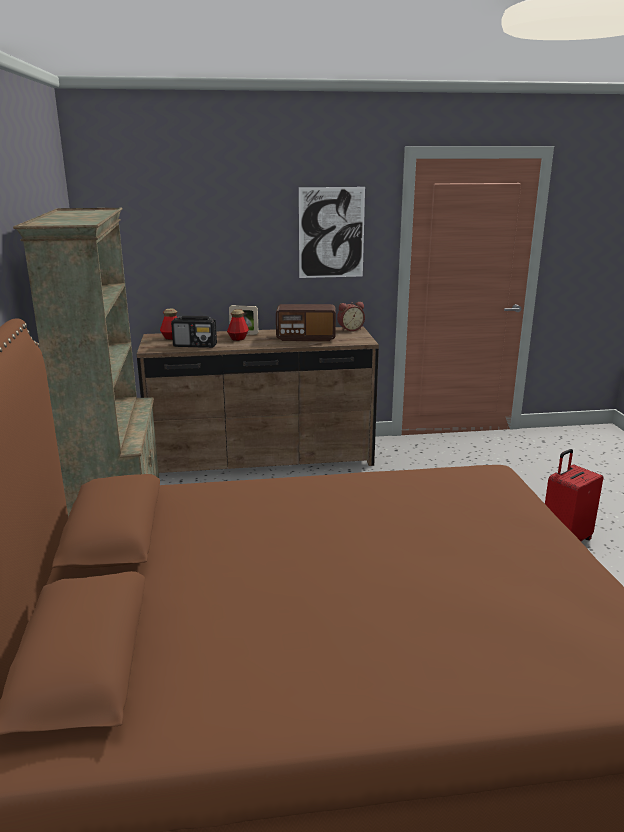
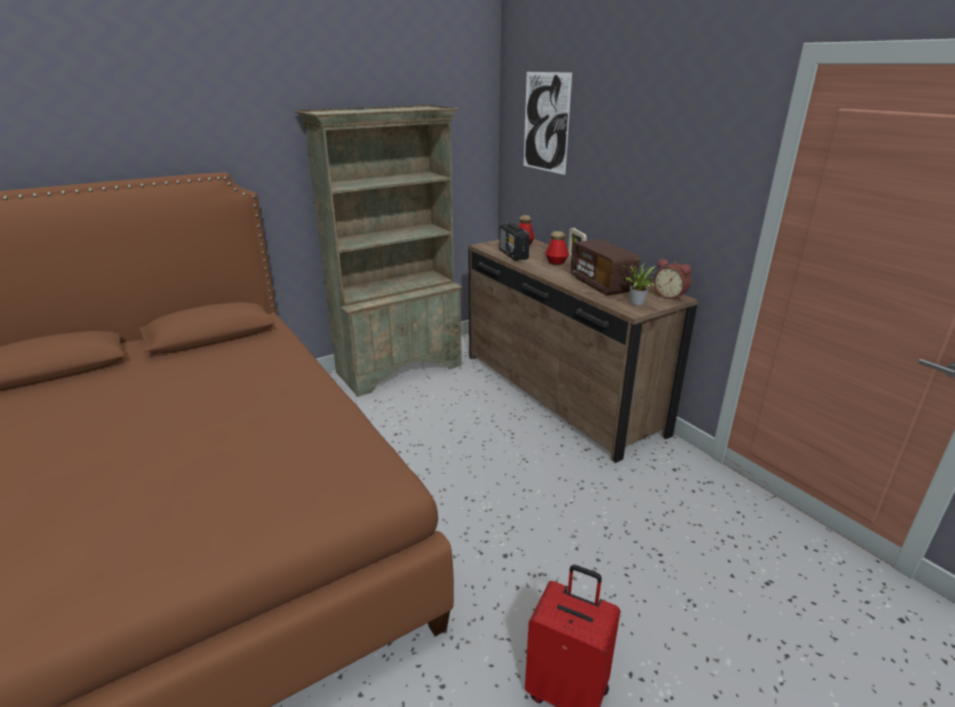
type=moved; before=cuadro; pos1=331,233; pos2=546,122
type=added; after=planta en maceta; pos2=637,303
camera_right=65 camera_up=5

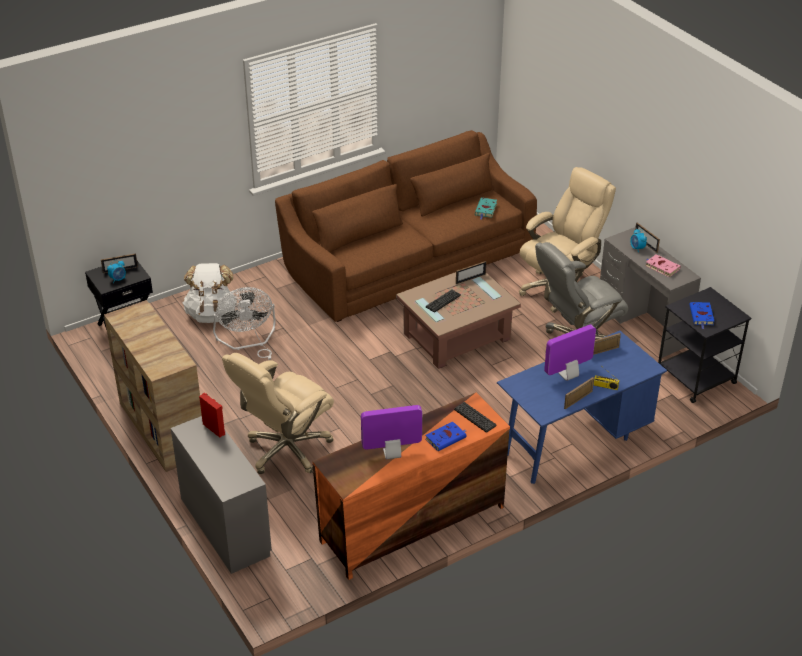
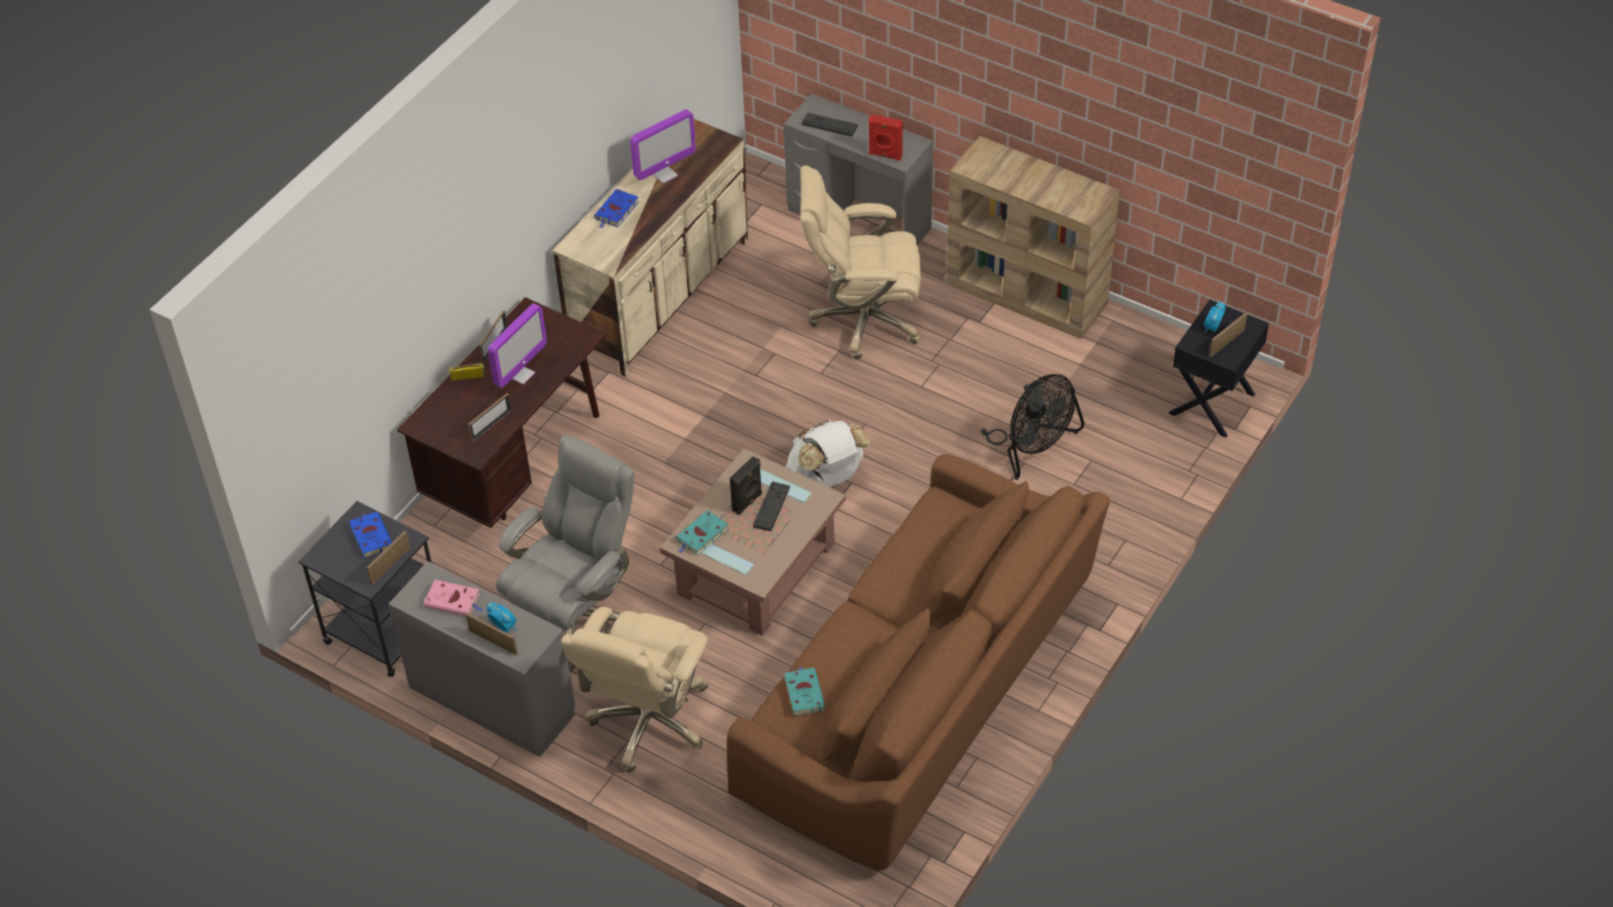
type=moved; before=portarretratos; pos1=470,279; pos2=390,565
type=recoloured; before=escritorio/azul; after=escritorio/marrón; pos1=574,443; pos2=517,463
type=recoloured; before=armario/naranja; after=armario/beis; pos1=410,524; pos2=662,294
type=added; after=libro/turquesa; pos2=701,536
type=added; after=altavoz/negro; pos2=748,502
type=moved; before=mochila/blanco; pos1=211,314; pos2=826,478
type=turned; before=silla de oficina/beis; pos1=285,451; pos2=862,321; turn=-105
type=moved; before=teclado; pos1=475,417; pos2=829,125
type=recoloured; before=ventilador/blanco; after=ventilador/negro; pos1=250,341; pos2=1031,447
camera_right=155 camera_up=10

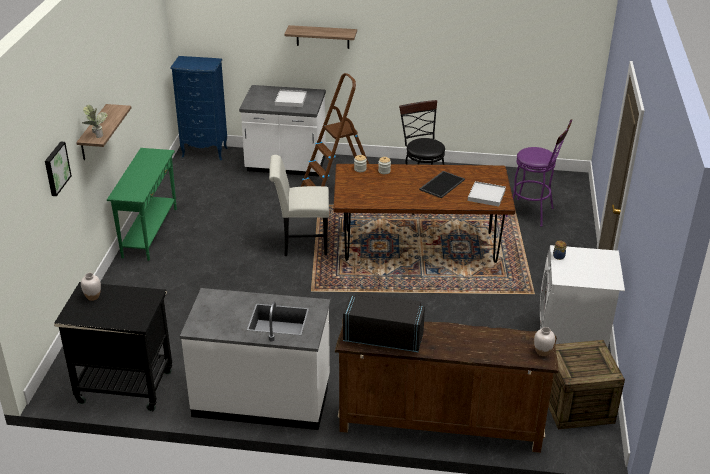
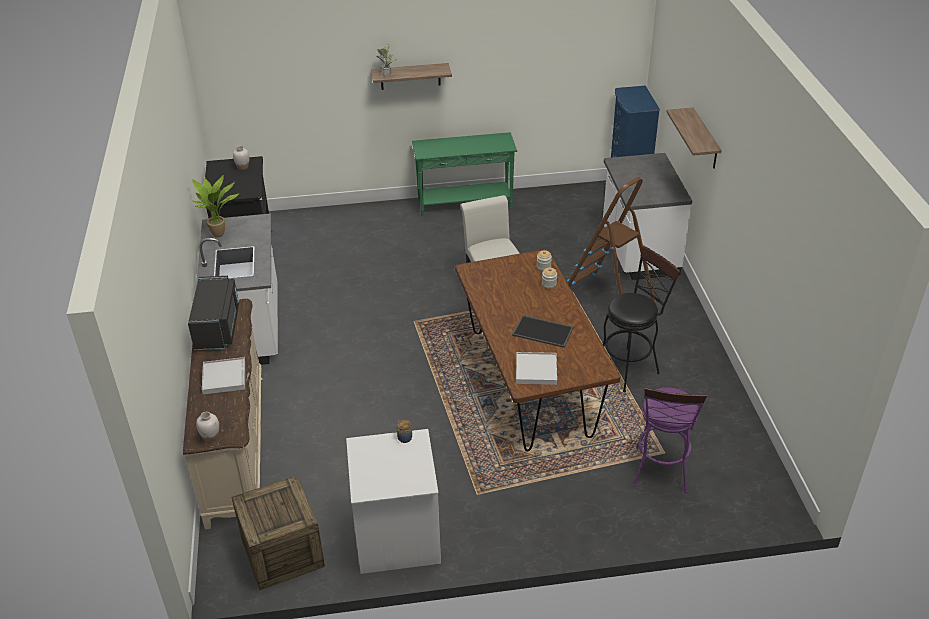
type=added; after=planta en maceta; pos2=220,234
type=moved; before=bandeja/blanco; pos1=290,100; pos2=224,377
type=removed; before=cuadro; pos1=56,168
camera_right=75 camera_up=5

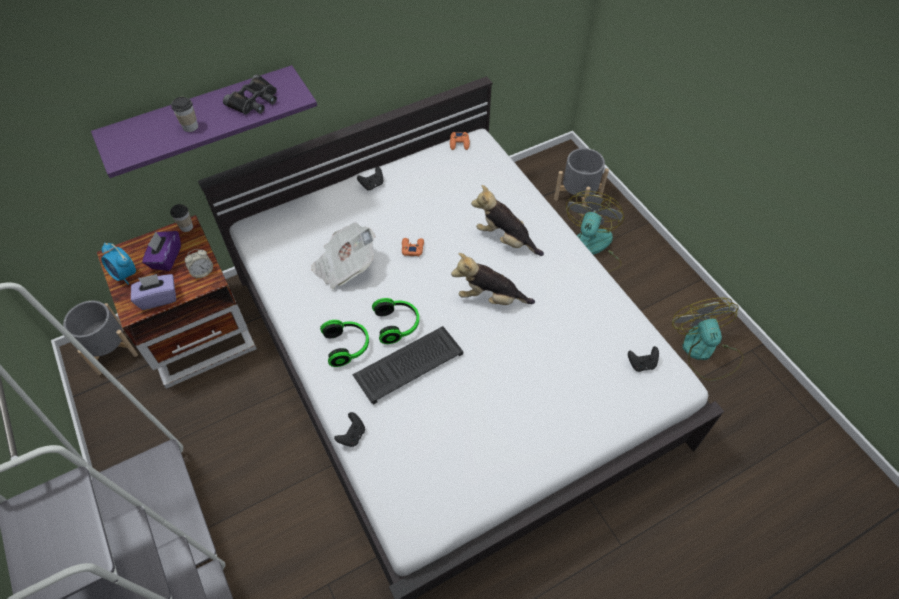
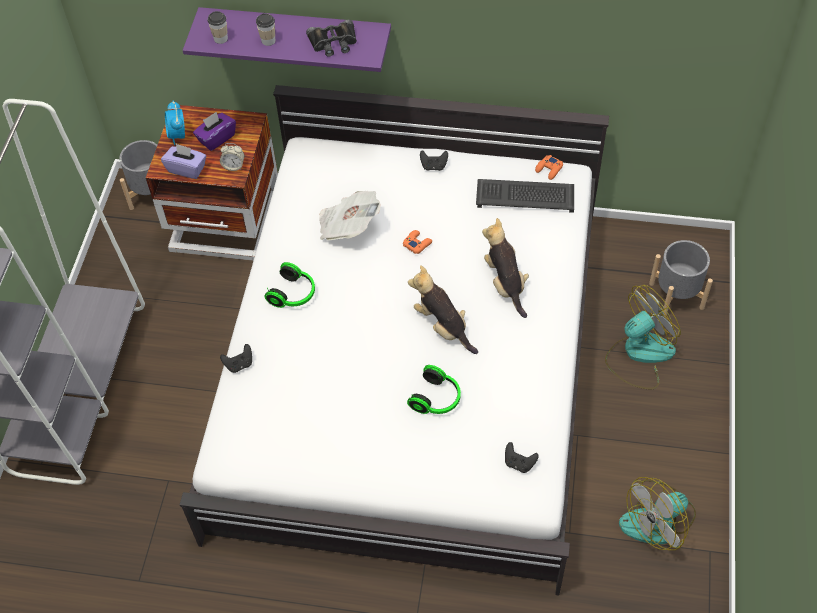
type=moved; before=taza; pos1=186,227; pos2=221,38
type=moved; before=auriculares; pos1=397,325; pos2=437,399
type=moved; before=teclado; pos1=409,363; pos2=526,196
type=turned; before=ventilador; pos1=704,351; pos2=658,520; turn=-150
camera_right=40 camera_up=0

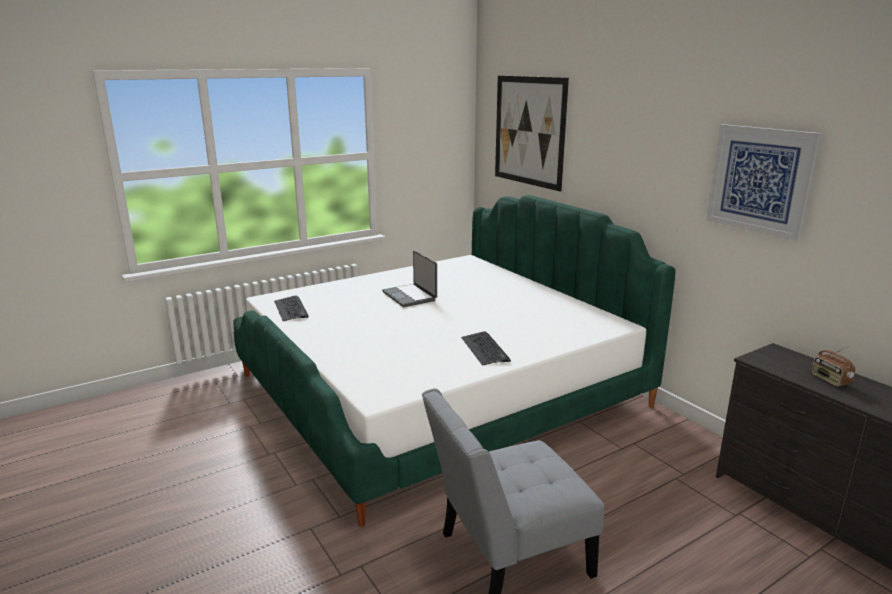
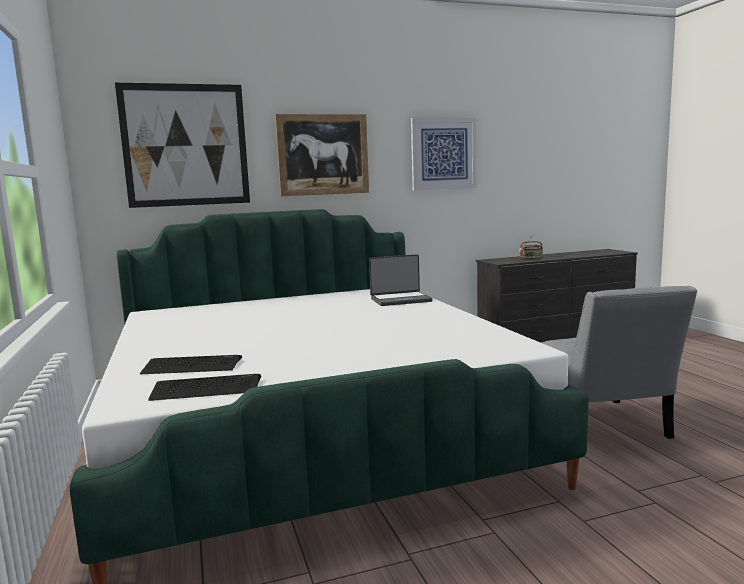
type=moved; before=teclado; pos1=485,349; pos2=192,366
type=added; after=cuadro; pos2=323,155
type=moved; before=portátil; pos1=410,296; pos2=400,300
camera_right=-75 camera_up=-10

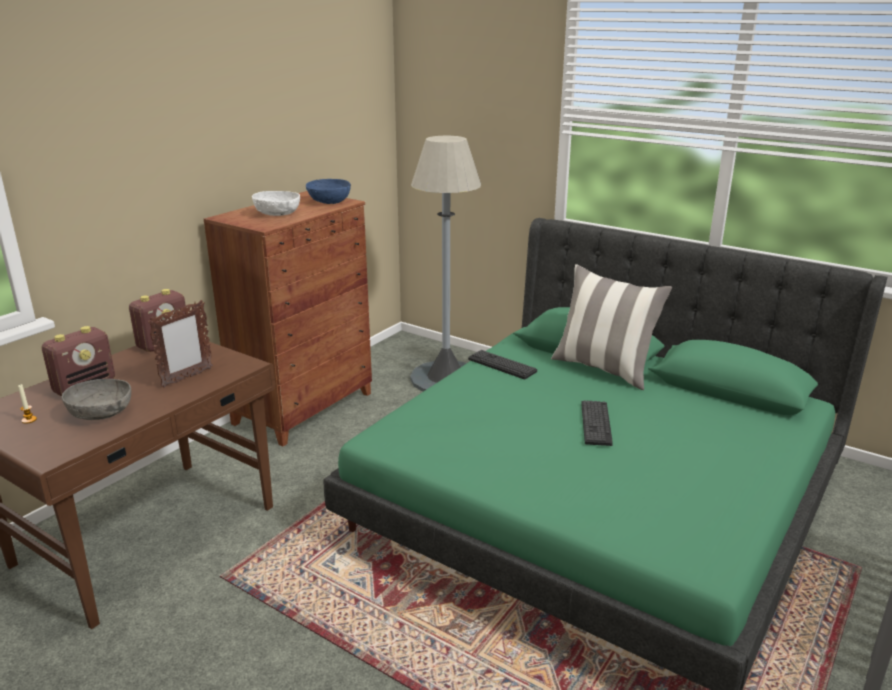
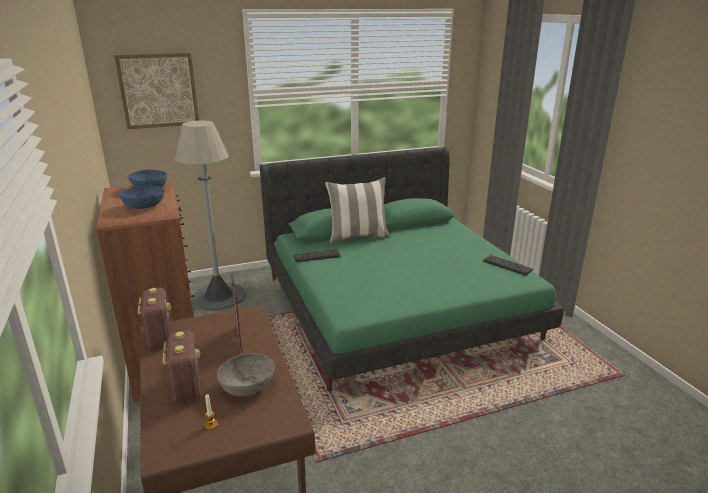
type=added; after=cuadro; pos2=158,90
type=recoloured; before=cuenco/blanco; after=cuenco/azul; pos1=277,214; pos2=144,206
type=moved; before=teclado; pos1=596,423; pos2=507,265
camera_right=-55 camera_up=0

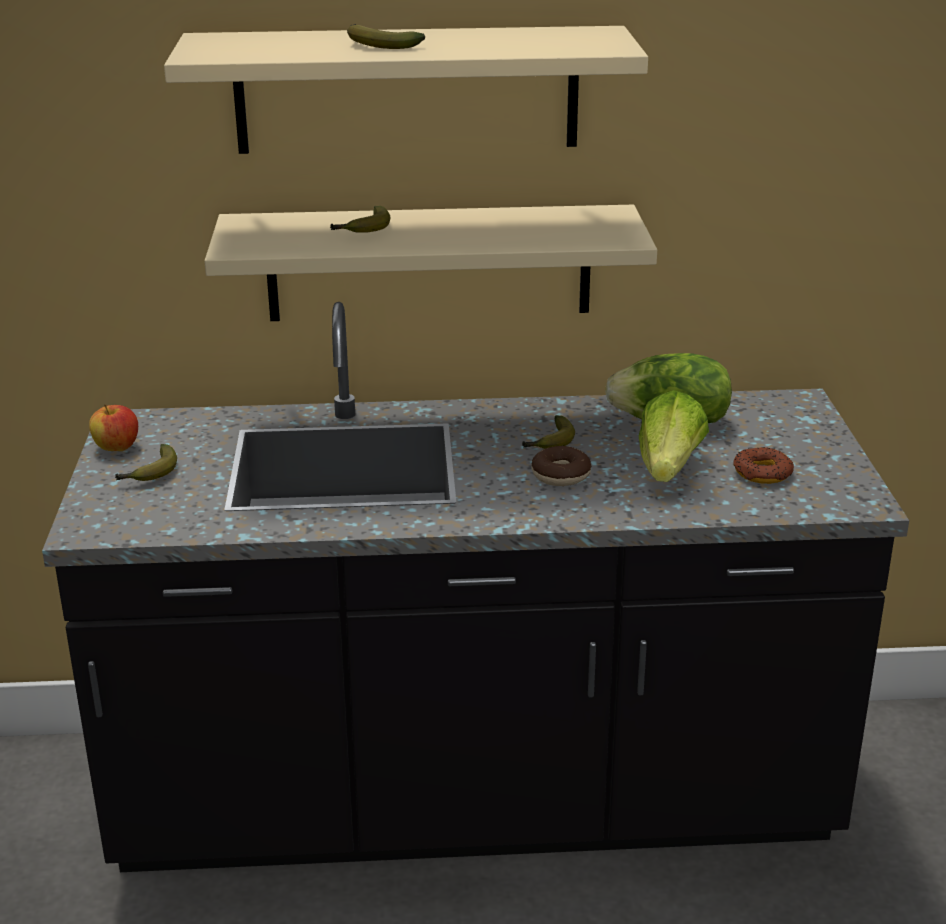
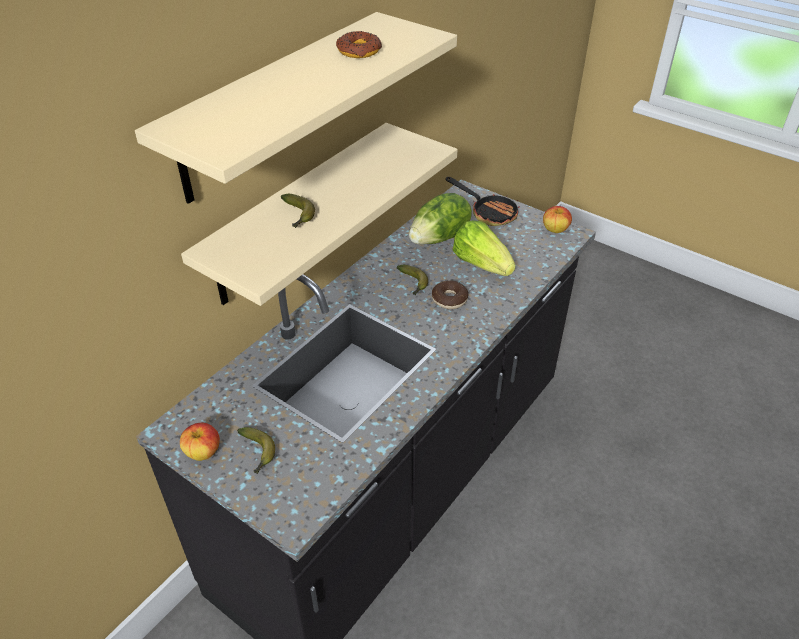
type=moved; before=rosquilla; pos1=762,473; pos2=359,51
type=added; after=sartén; pos2=488,212
type=added; after=manzana; pos2=555,230
type=removed; before=plátano; pos1=378,45
camera_right=-50 camera_up=15

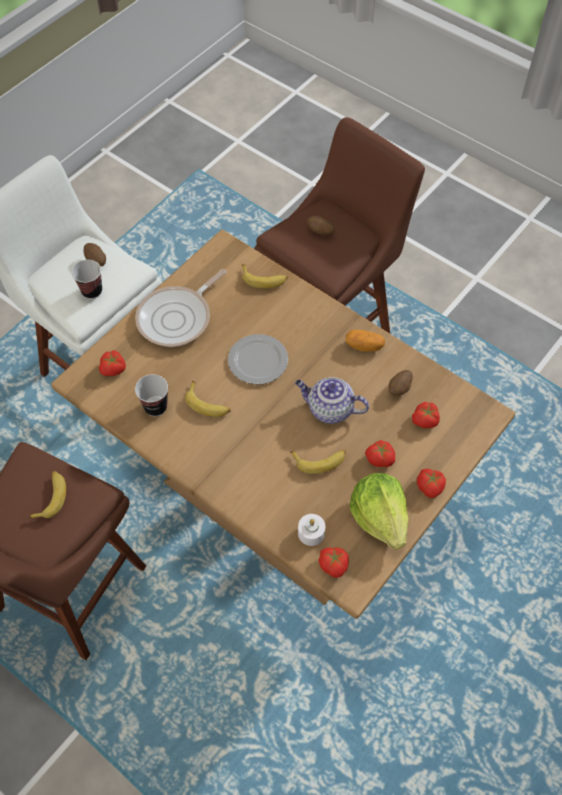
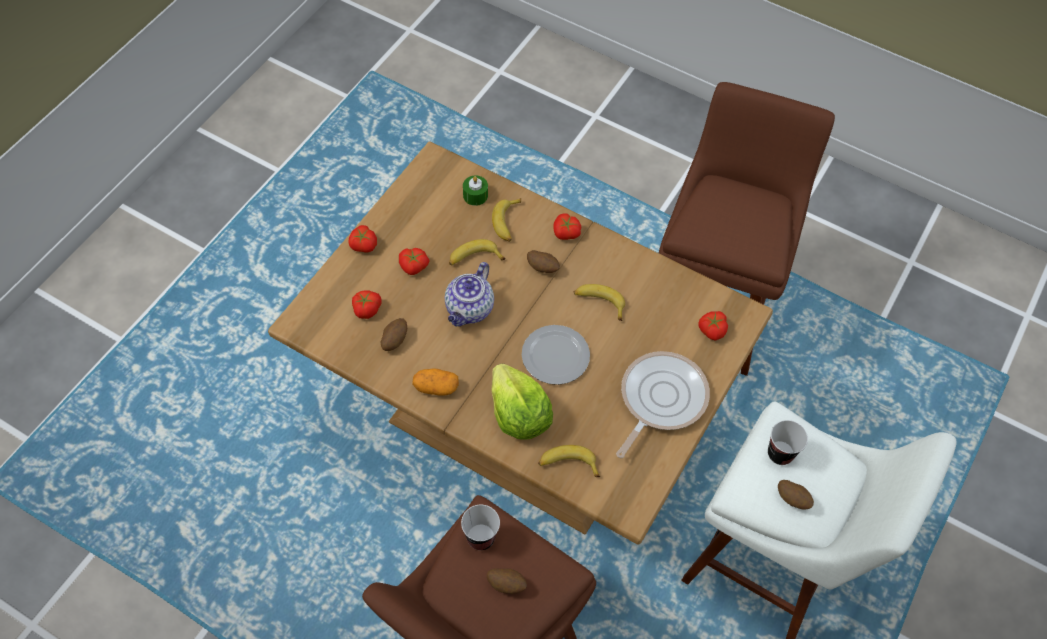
type=turned; before=tetera; pos1=329,409; pos2=469,310; turn=105
type=moved; before=taza; pos1=155,407; pos2=480,538
type=recoloured; before=vela/blanco; after=vela/verde; pos1=311,533; pos2=475,195
type=moved; before=lechuga; pos1=380,517; pos2=518,414
type=moved; before=plátano; pos1=51,497; pos2=507,223
type=added; after=patata; pos2=542,268
type=moved; before=tomate; pos1=334,564; pos2=565,233
camera_right=170 camera_up=0

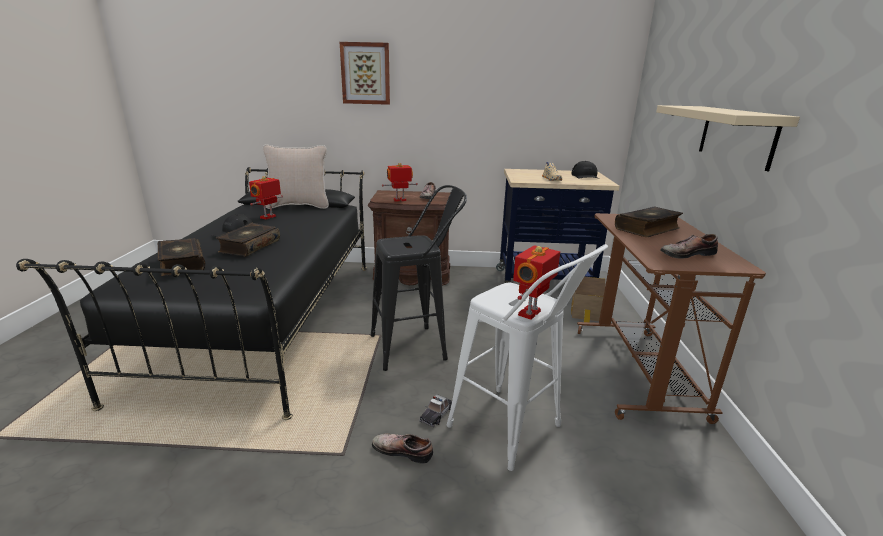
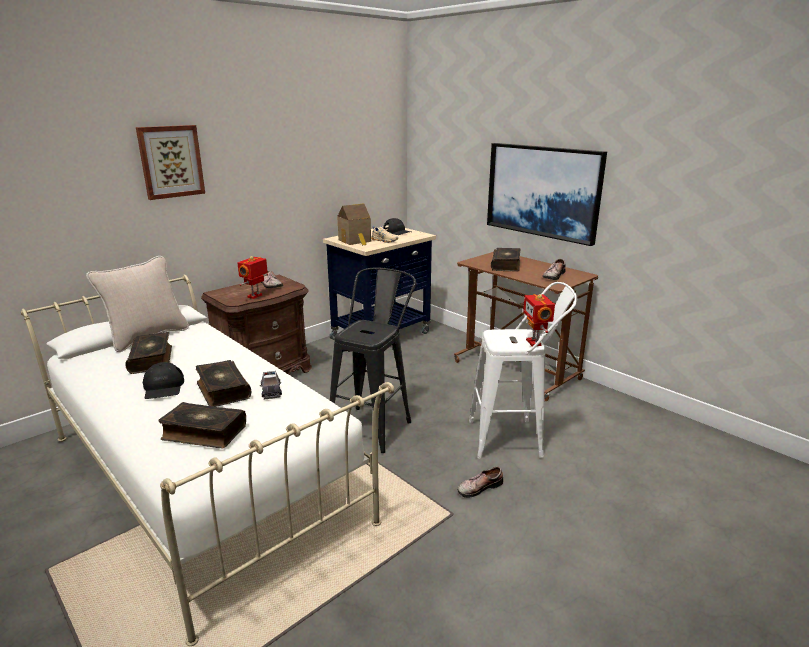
type=recoloured; before=cama/negro; after=cama/blanco; pos1=267,320; pos2=202,478
type=replaced; before=robot de juguete; after=libro; pos1=268,217; pos2=152,359
type=moved; before=coche de juguete; pos1=436,414; pos2=271,390
type=moved; before=casita; pos1=585,314; pos2=355,241
type=replaced; before=estante/beis; after=cuadro; pos1=736,135; pos2=543,191
camera_right=-45 camera_up=0

